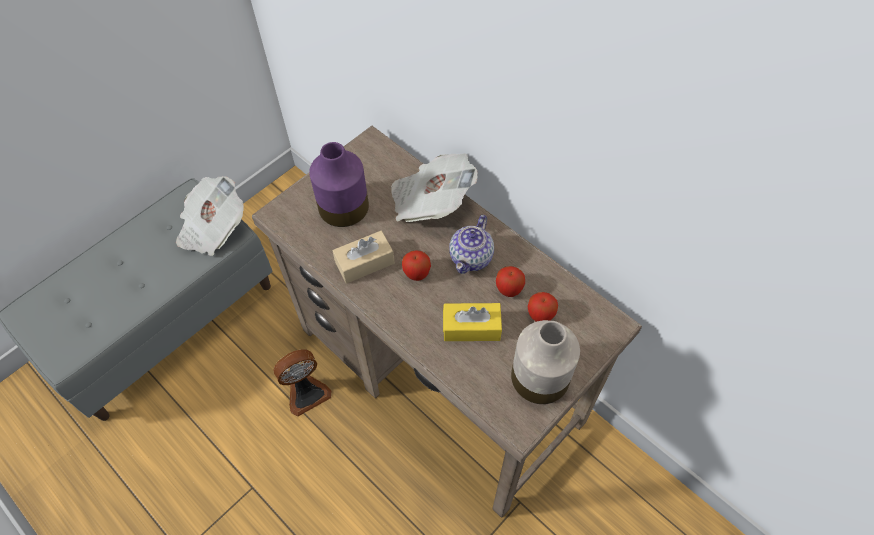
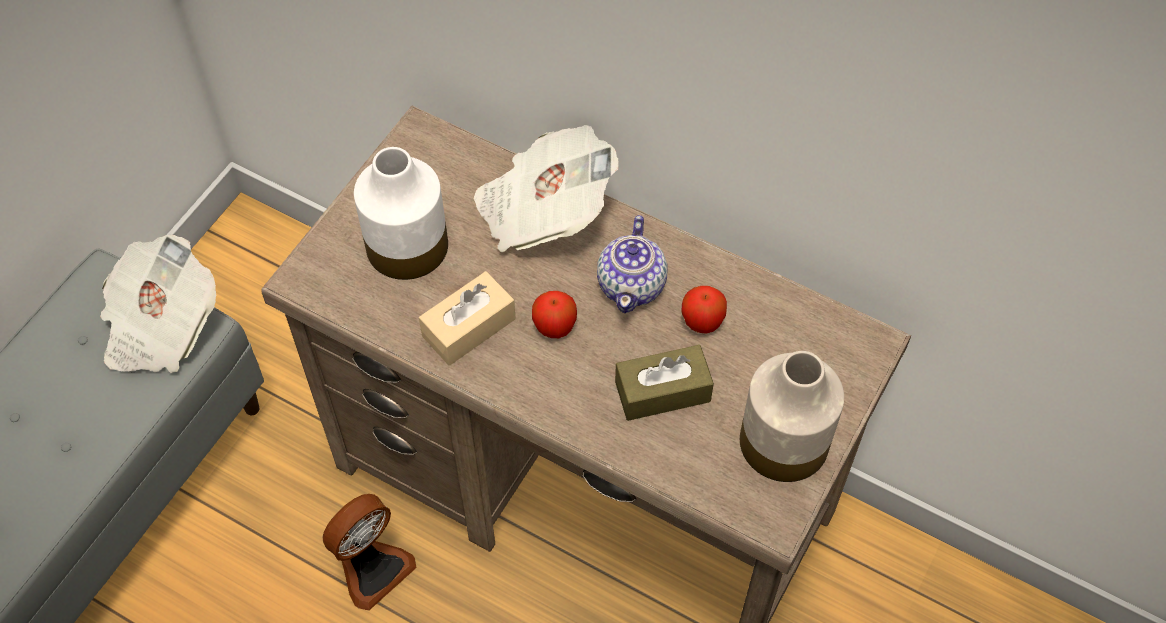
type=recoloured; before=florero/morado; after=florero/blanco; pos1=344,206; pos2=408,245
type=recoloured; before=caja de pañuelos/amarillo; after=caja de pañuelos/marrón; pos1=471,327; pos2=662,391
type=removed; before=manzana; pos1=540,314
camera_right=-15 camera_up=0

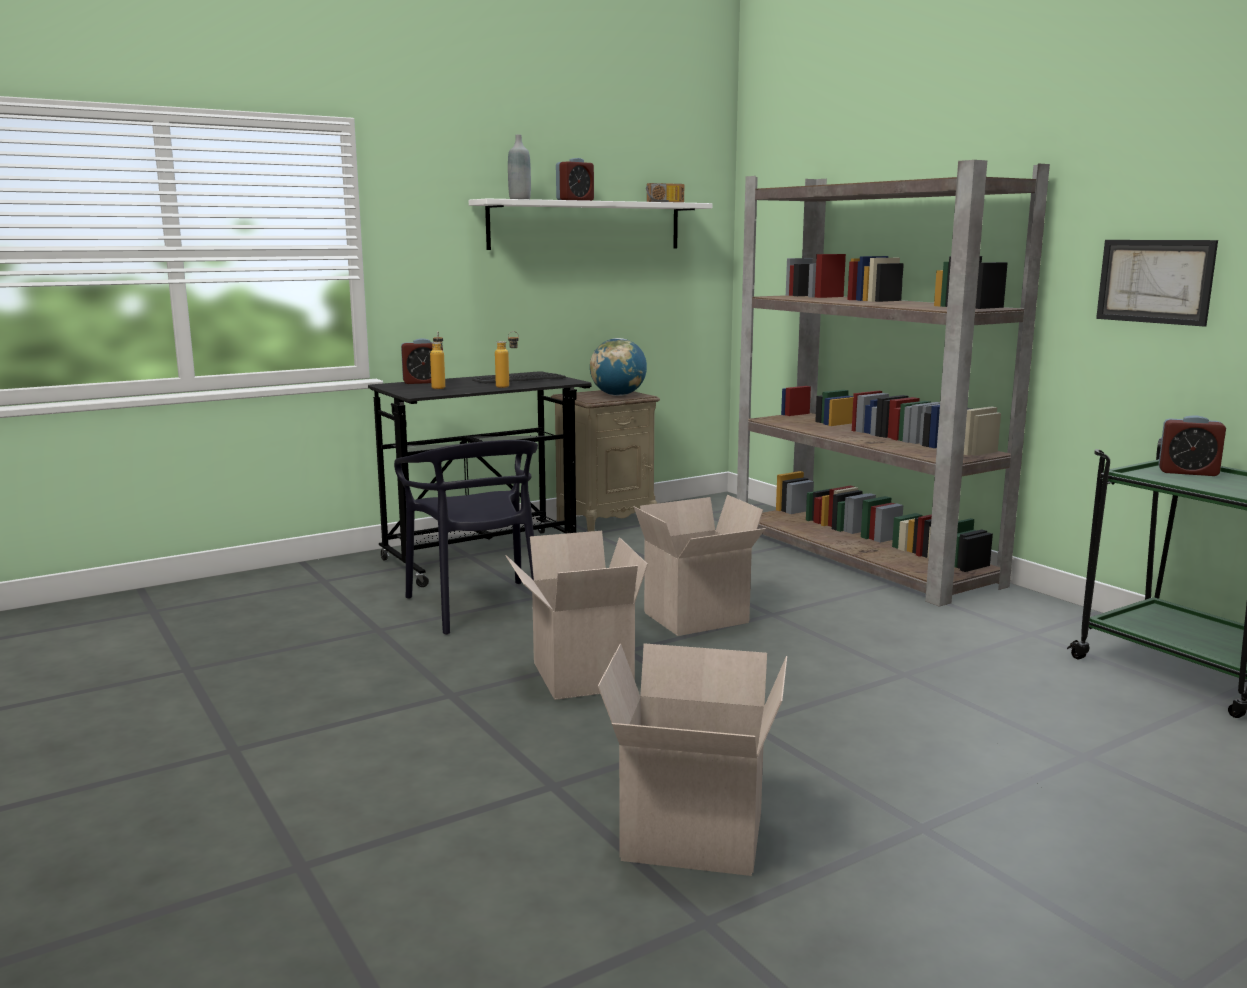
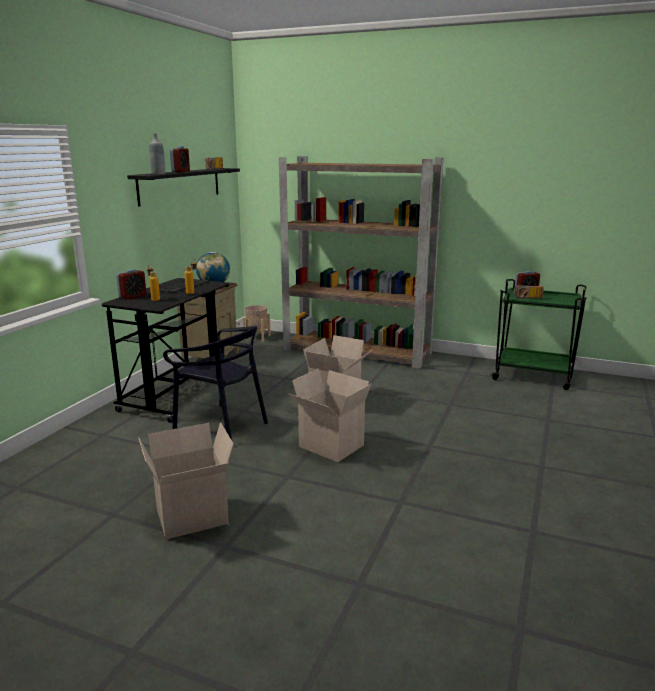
type=recoloured; before=estante/blanco; after=estante/negro; pos1=586,225; pos2=180,185
type=moved; before=caja de cartón; pos1=689,839; pos2=191,518
type=added; after=maceta/beis; pos2=257,337
type=added; after=radio; pos2=528,298
type=removed; before=cuadro; pos1=1155,281
camera_right=-35 camera_up=5

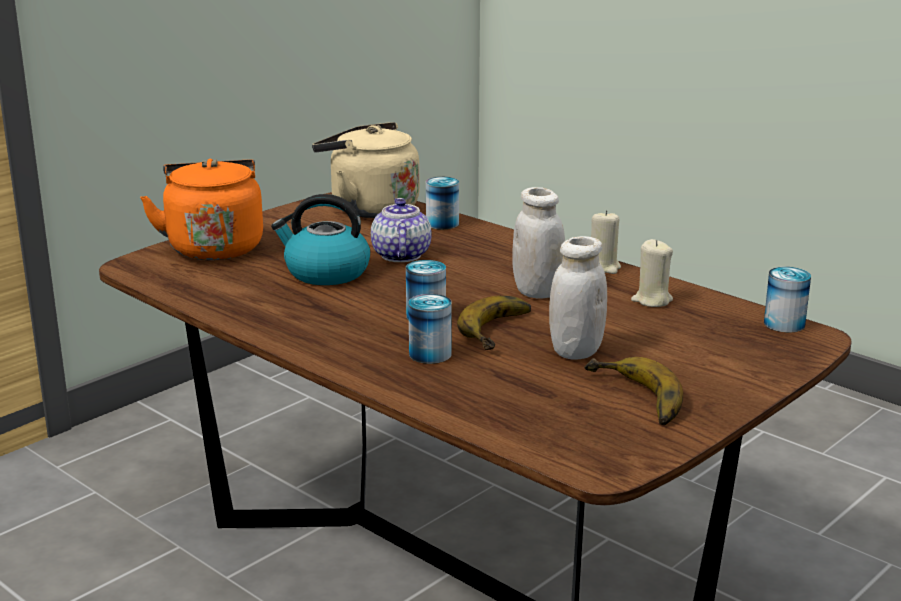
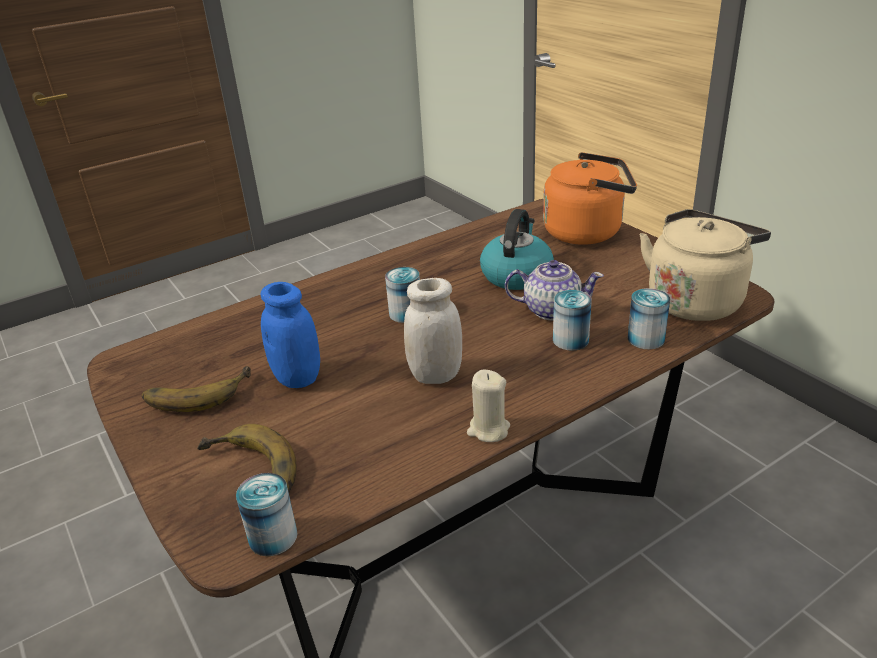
type=moved; before=plátano; pos1=504,330; pos2=249,471
type=recoloured; before=tarro/blanco; after=tarro/azul; pos1=576,351; pos2=297,378
type=moved; before=lata; pos1=430,354; pos2=570,340
type=removed; before=vela/beis; pos1=651,300
camera_right=105 camera_up=10

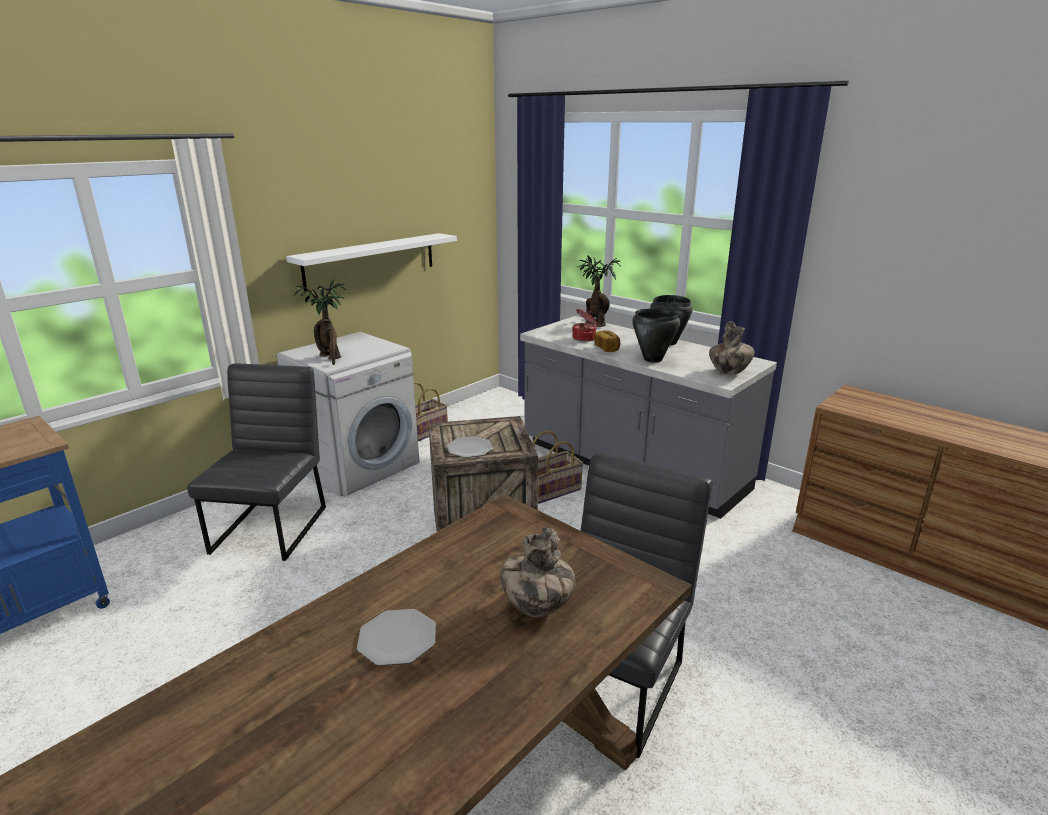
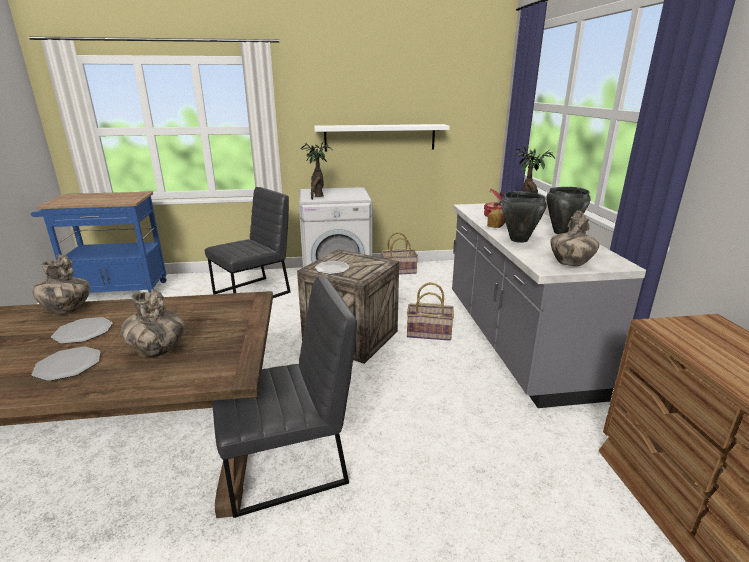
type=added; after=florero; pos2=67,310
type=added; after=plato; pos2=68,365
camera_right=40 camera_up=0

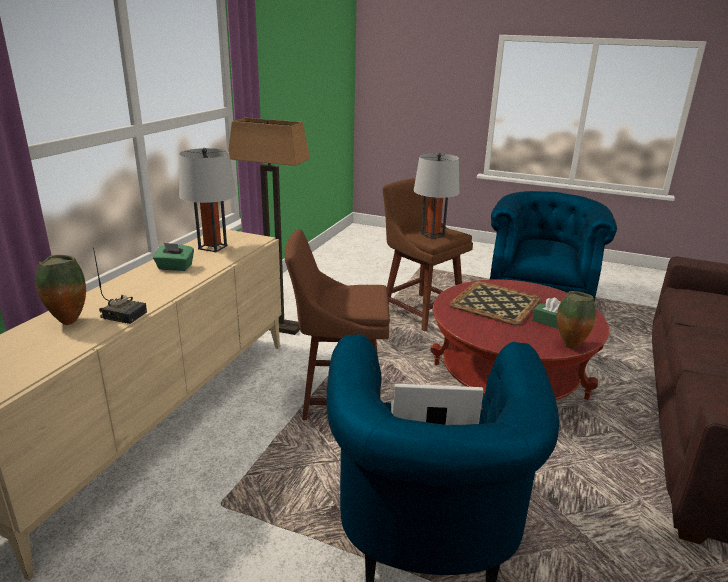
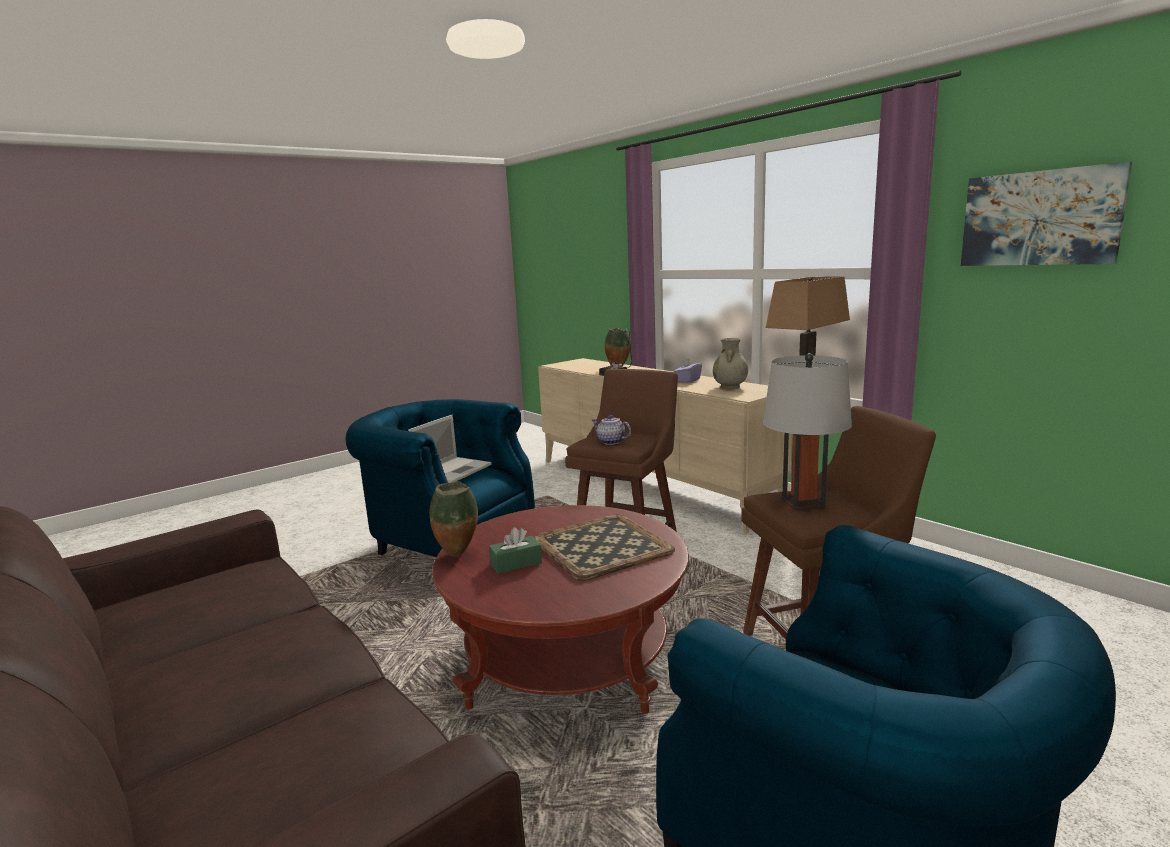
type=added; after=tetera; pos2=610,442
type=recoloured; before=caja de pañuelos/verde; after=caja de pañuelos/morado; pos1=175,267; pos2=688,380
type=replaced; before=lámpara de mesa/gris; after=florero/beis; pos1=213,247; pos2=730,387
type=added; after=cuadro; pos2=1039,218
camera_right=120 camera_up=-10

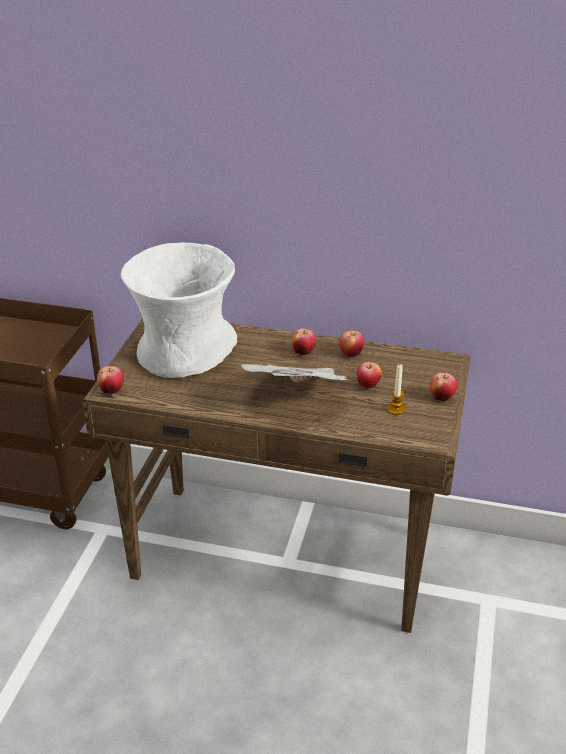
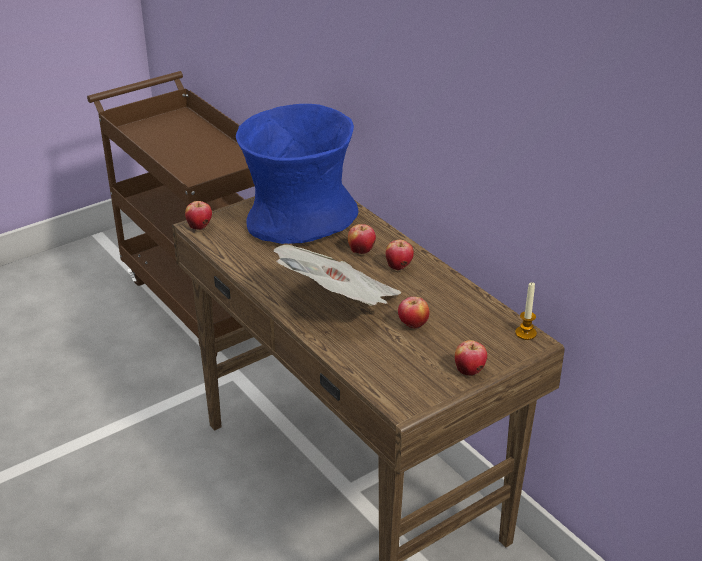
type=recoloured; before=florero/blanco; after=florero/azul; pos1=184,351; pos2=299,220
type=moved; before=manzana; pos1=351,354; pos2=361,251
type=moved; before=vela; pos1=396,409; pos2=525,333
camera_right=40 camera_up=0

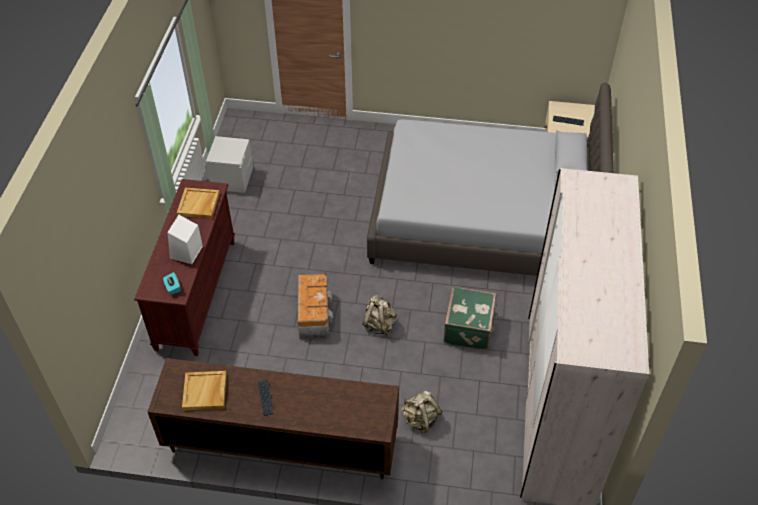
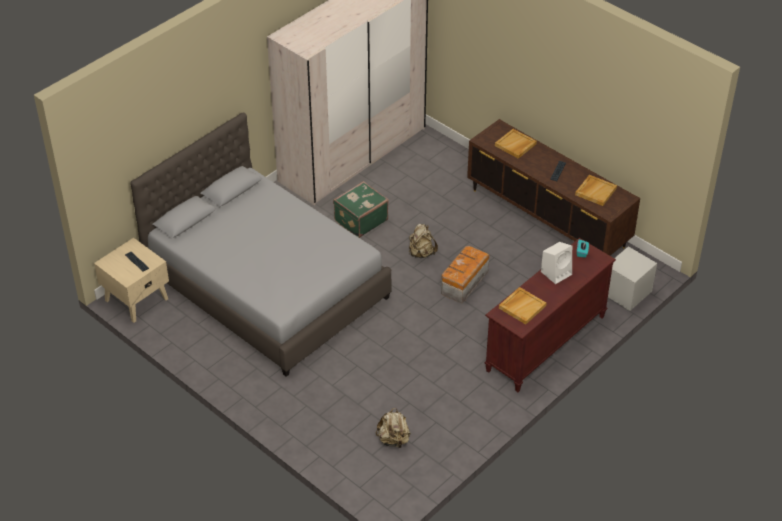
type=moved; before=mochila/beis; pos1=420,419; pos2=393,440
type=added; after=bandeja/beis; pos2=515,145
type=moved; before=mesita de noche/blanco; pos1=231,179; pos2=627,294
camera_right=-145 camera_up=-5

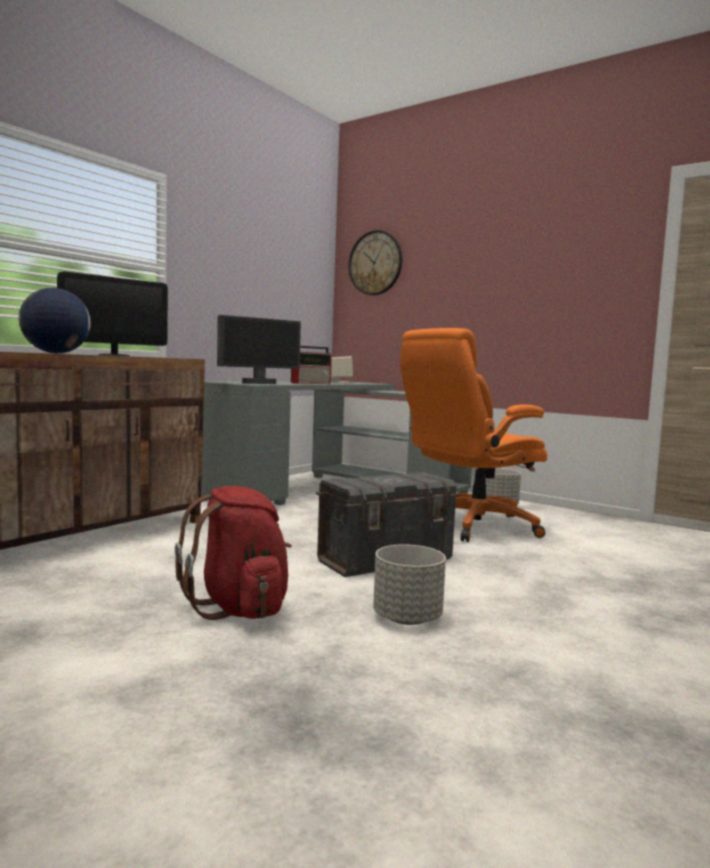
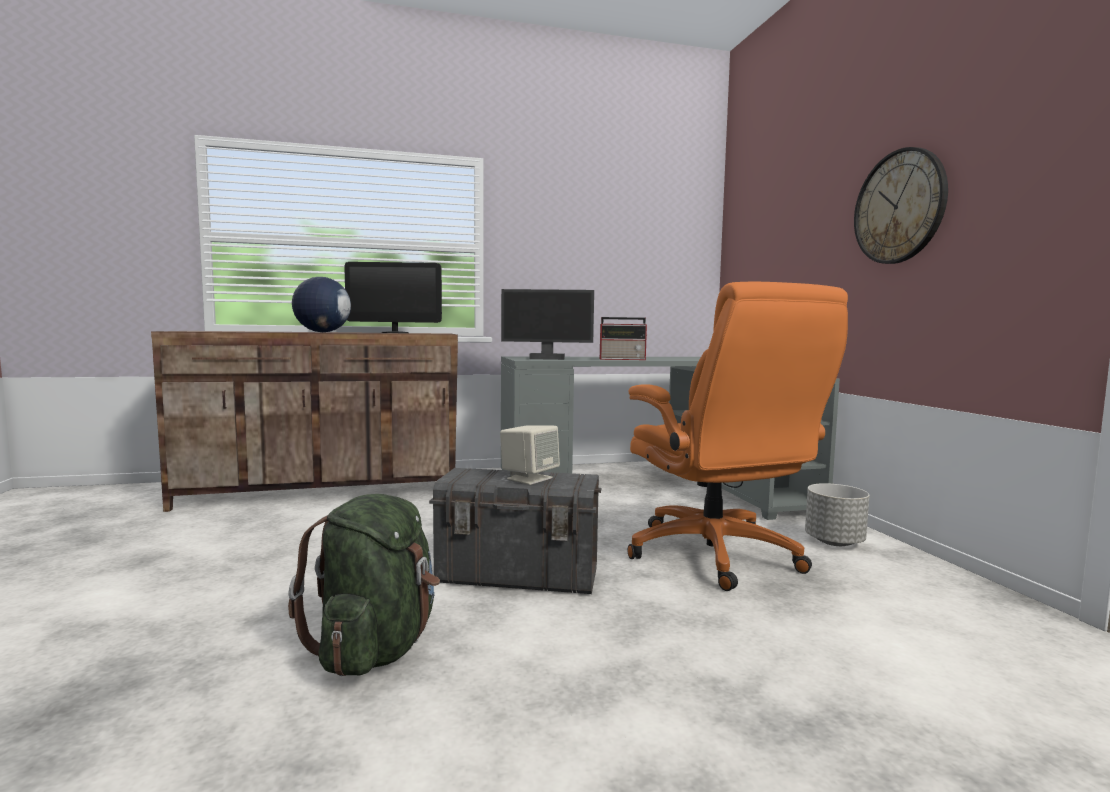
type=replaced; before=maceta/gris; after=mochila/verde; pos1=406,618; pos2=376,648
type=moved; before=altavoz/beis; pos1=340,382; pos2=529,478
type=turned; before=silla de oficina/naranja; pos1=468,526; pos2=719,559; turn=-120
type=moved; before=reloj de pared; pos1=375,263; pos2=899,207
type=removed; before=mochila/rojo; pos1=239,608
camera_right=40 camera_up=0

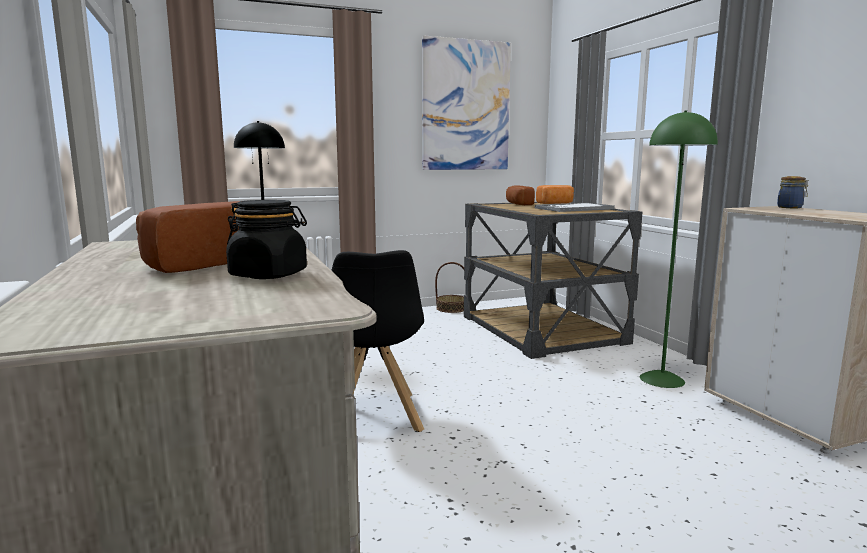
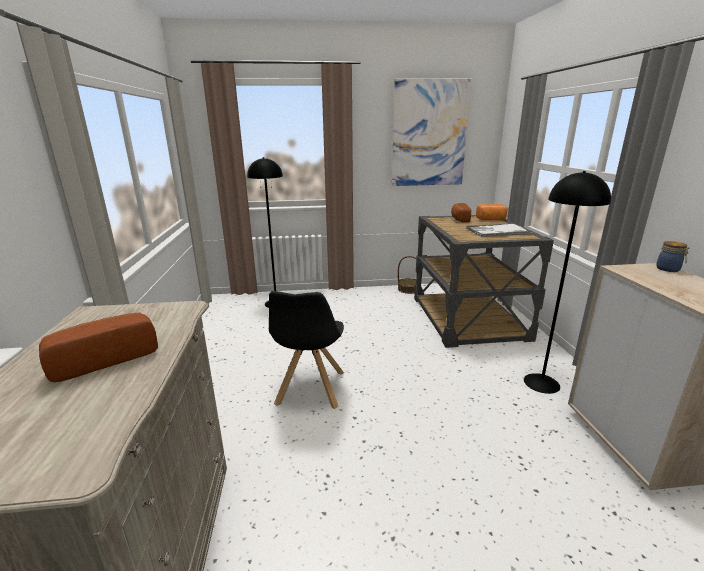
type=recoloured; before=lámpara de pie/verde; after=lámpara de pie/negro; pos1=661,379; pos2=541,383
type=removed; before=tarro/negro; pos1=269,275
camera_right=15 camera_up=10

